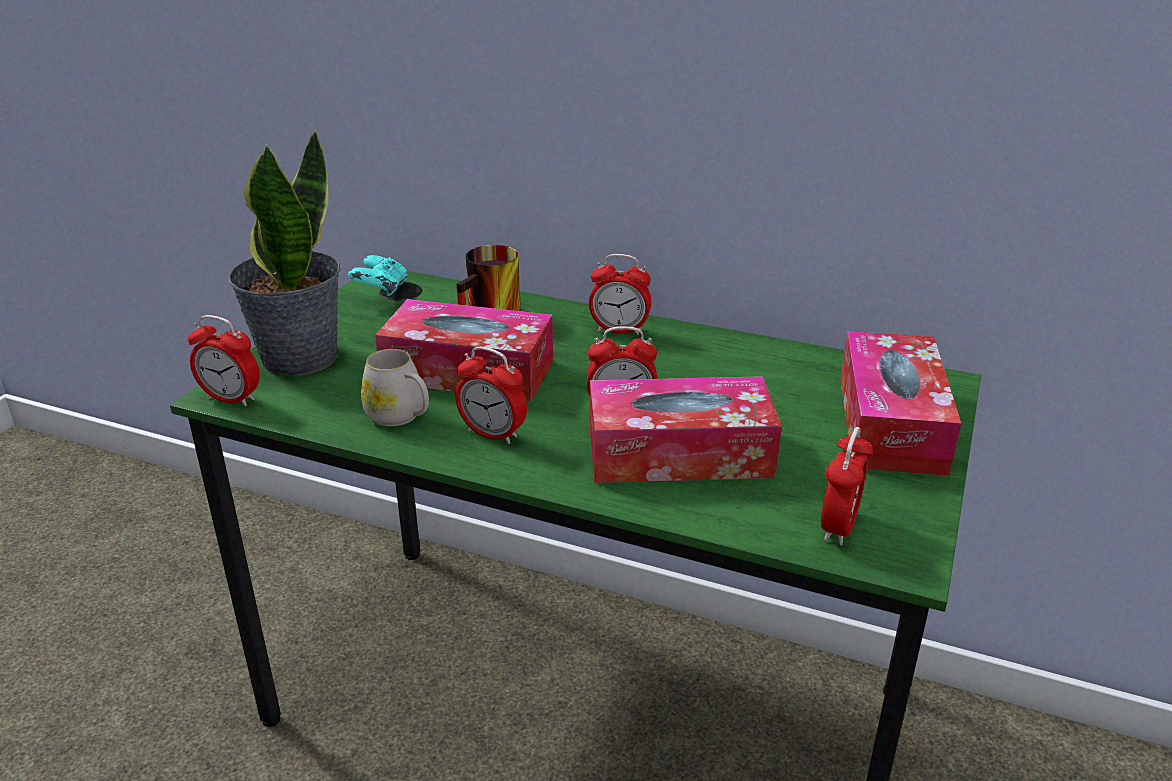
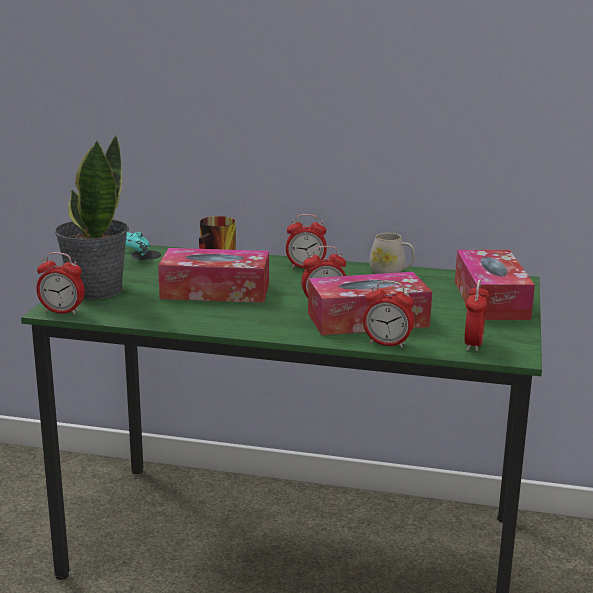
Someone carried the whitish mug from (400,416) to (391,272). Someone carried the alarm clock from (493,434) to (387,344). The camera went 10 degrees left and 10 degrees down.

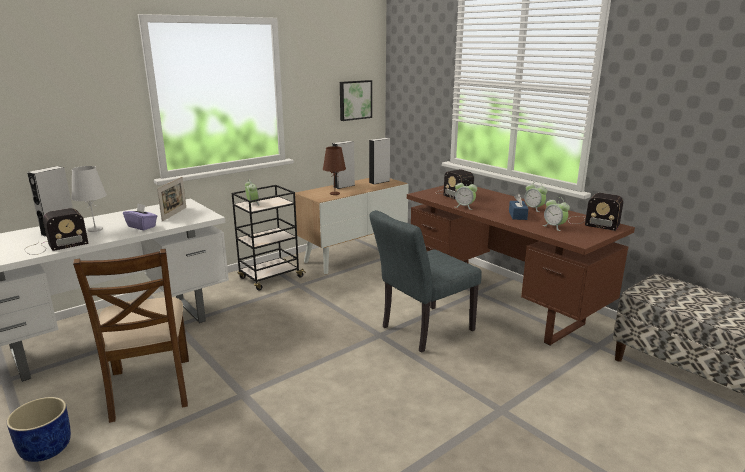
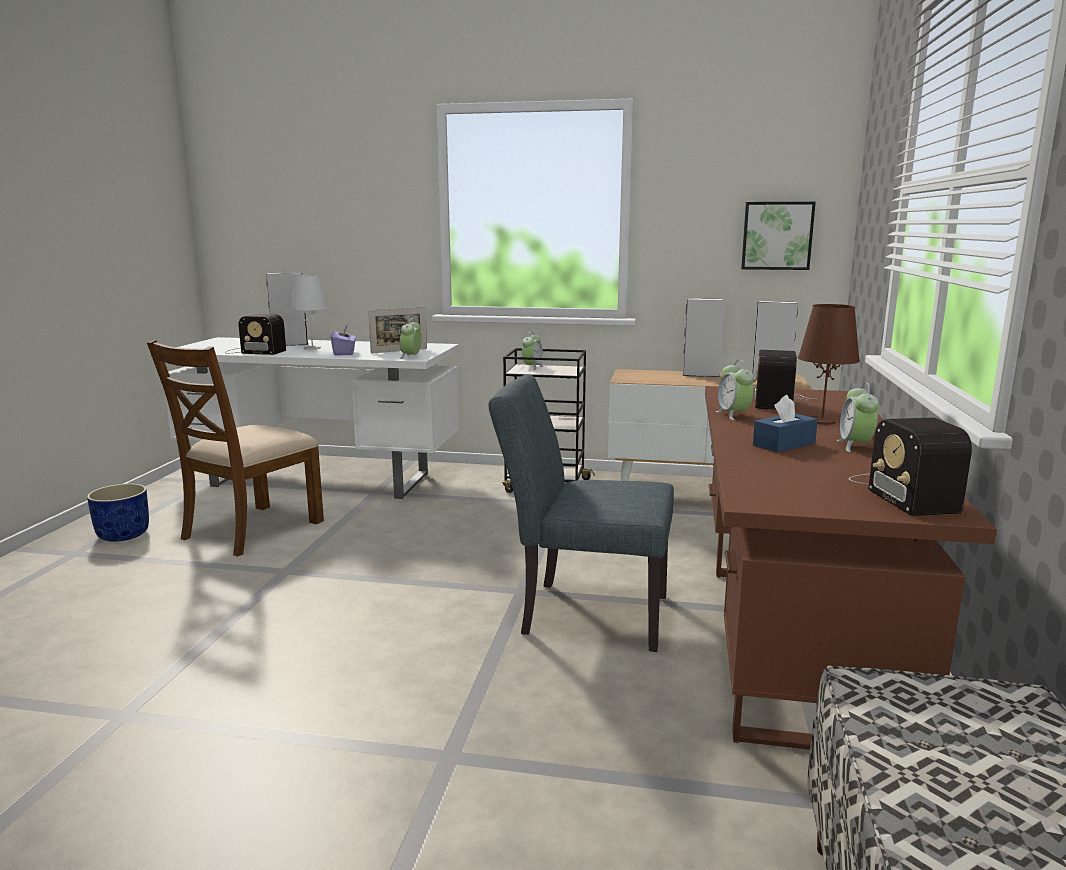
Someone carried the brownish table lamp from (334,193) to (821,421). Someone carried the alarm clock from (554,227) to (411,357). The camera went 50 degrees right and 5 degrees down.

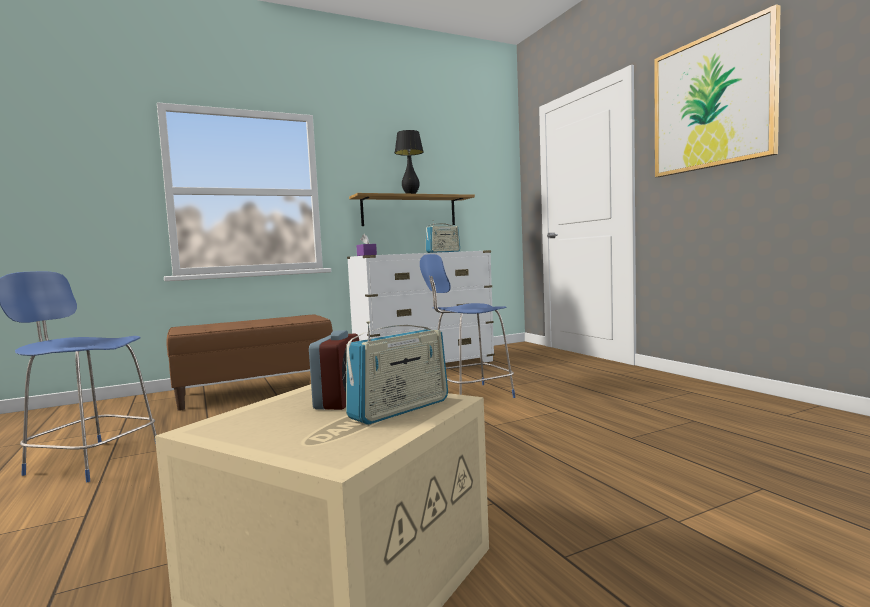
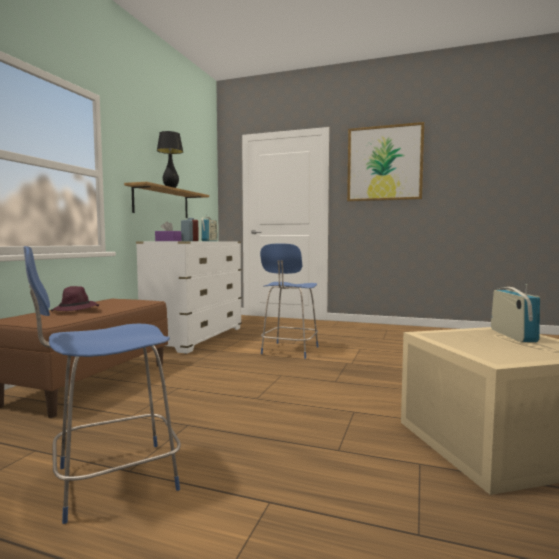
Someone carried the alarm clock from (338,401) to (189,241). Someone put down the purplish clothing hat at (75,310). The camera went 45 degrees left and 0 degrees up.

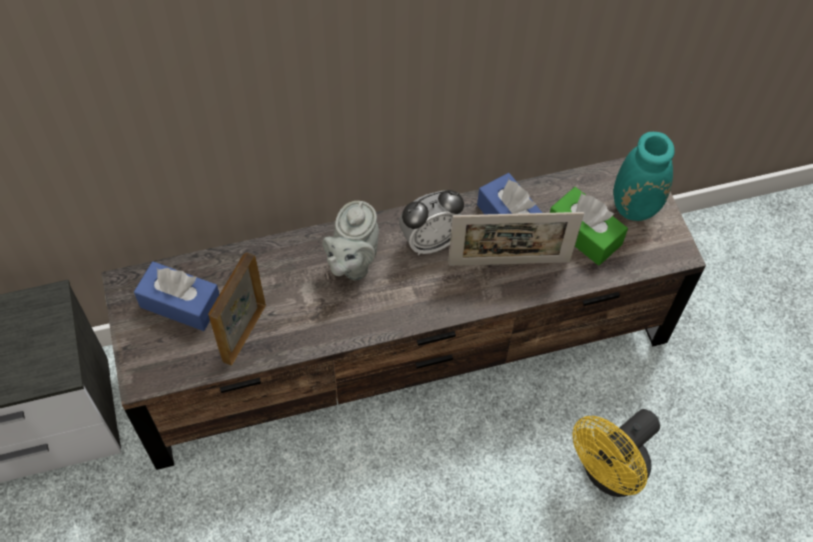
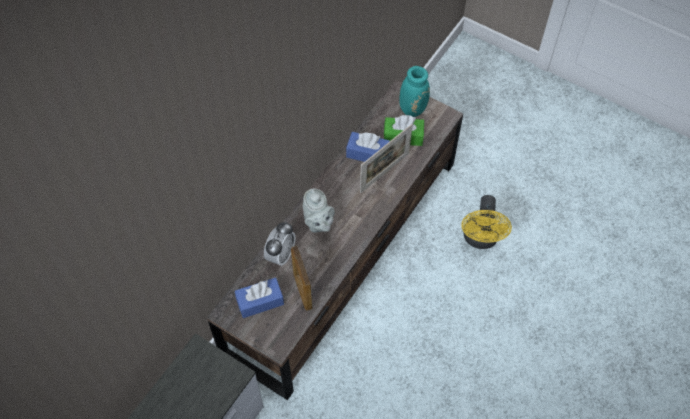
Someone carried the alarm clock from (430,241) to (281,255). The camera went 40 degrees left and 0 degrees up.

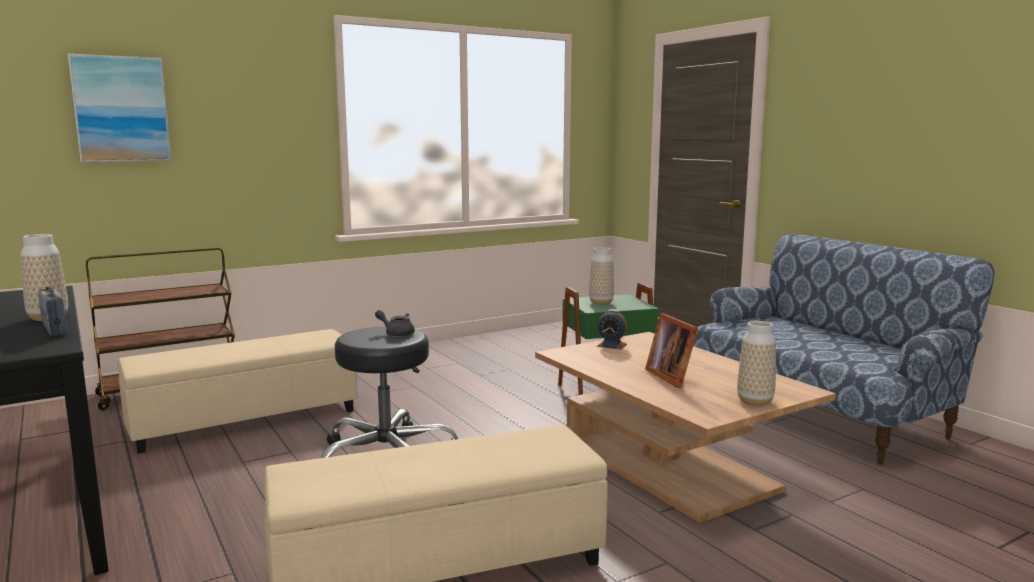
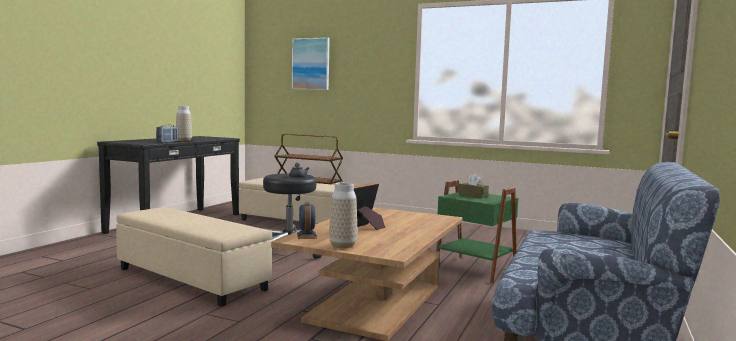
Someone swapped the vase at (601,303) for the brownish tissue holder at (473,195). Someone carried the alarm clock from (611,345) to (306,235). The camera went 55 degrees right and 5 degrees down.

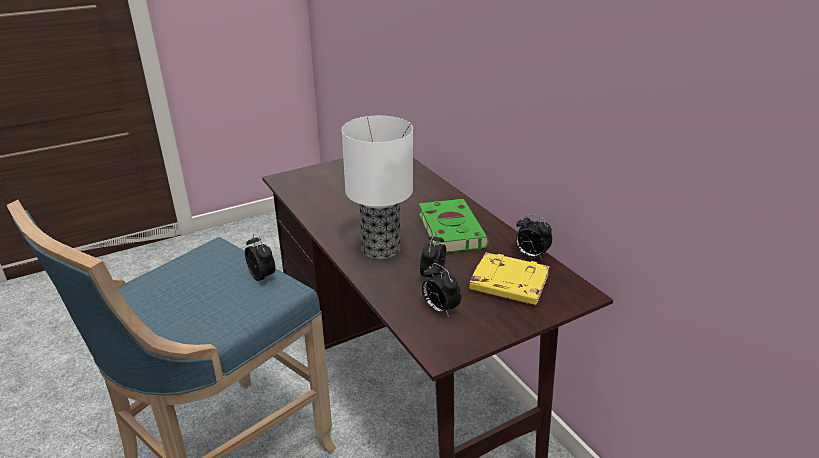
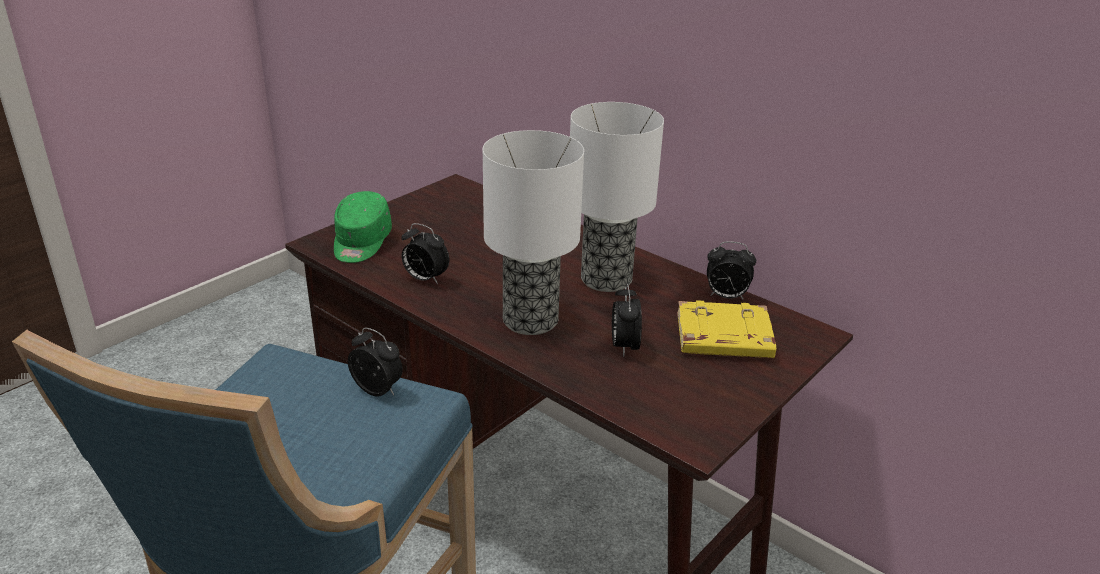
Someone swapped the green-coloured volume at (450,229) for the table lamp at (604,279). Someone carried the alarm clock from (439,309) to (425,279). Someone put down the green-coloured peaked cap at (361,242). The camera went 20 degrees left and 0 degrees up.

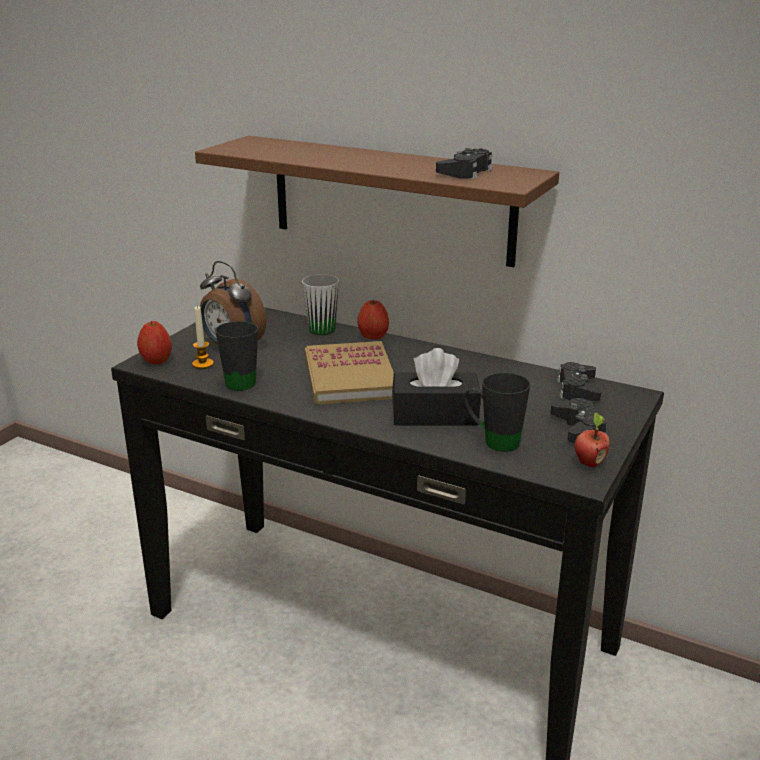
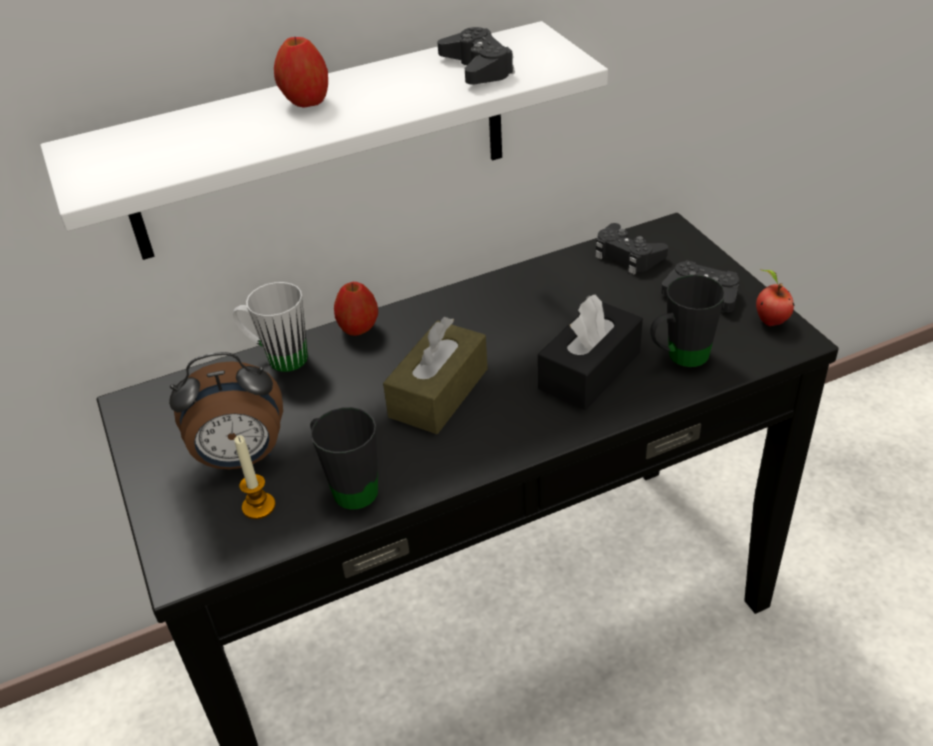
Someone carried the apple from (156,360) to (306,102). Someone repainted the brownish wall shelf at (391,199), which became the whitish wall shelf at (320,143). Someone swapped the volume at (349,377) for the brownish tissue holder at (439,393). The camera went 50 degrees left and 15 degrees up.

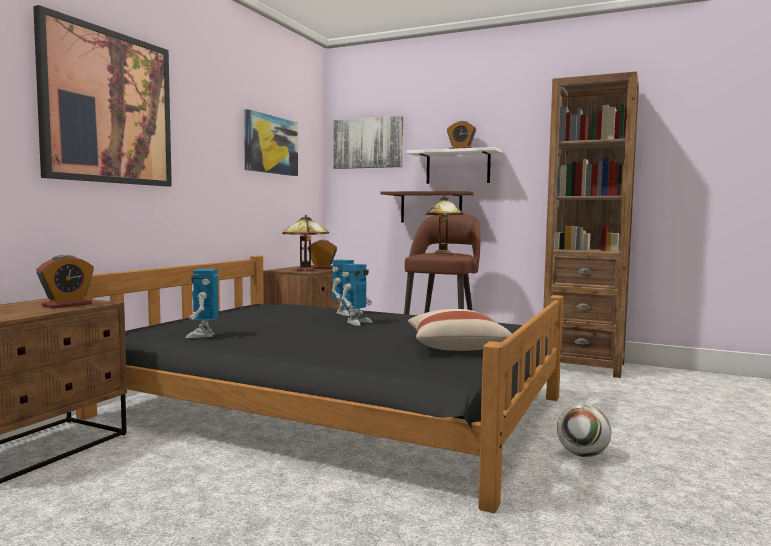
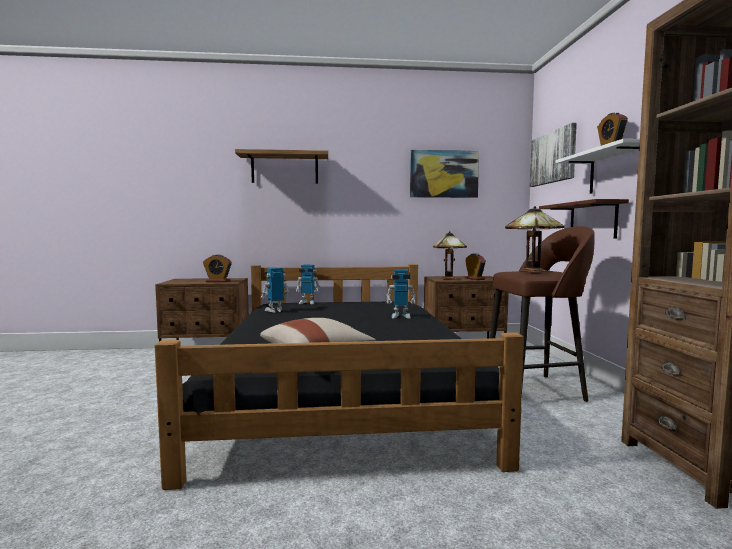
Someone swapped the wall picture at (108,107) for the wall shelf at (284,169). Someone carried the model robot from (356,322) to (307,302). Someone took away the ball for football at (582,455). The camera went 60 degrees right and 0 degrees up.

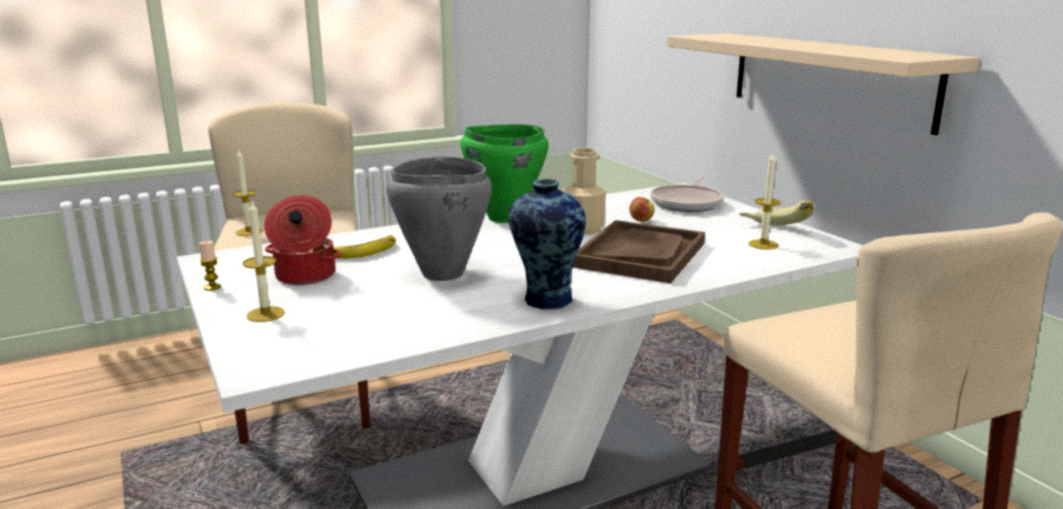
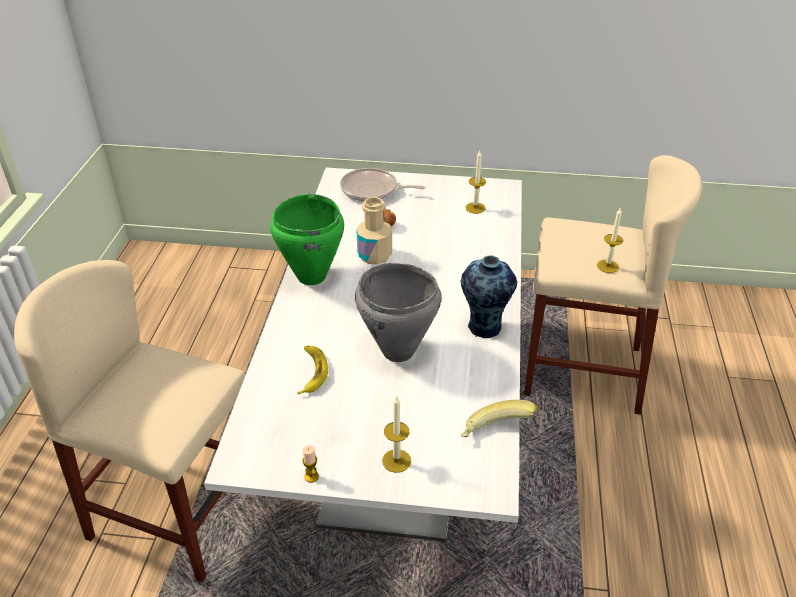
Someone carried the wax light from (249,232) to (607,266). Someone took away the cooking pot at (304,276). Someone took away the brownish serving tray at (640,254). Someone rotated the pan at (687,203) by 135 degrees clockwise. Someone took away the beige wall shelf at (828,78). Someone carried the whole banana from (773,230) to (496,434). The camera went 55 degrees left and 20 degrees up.

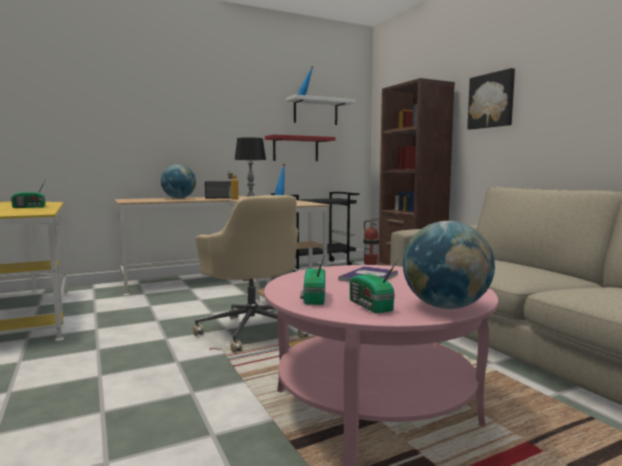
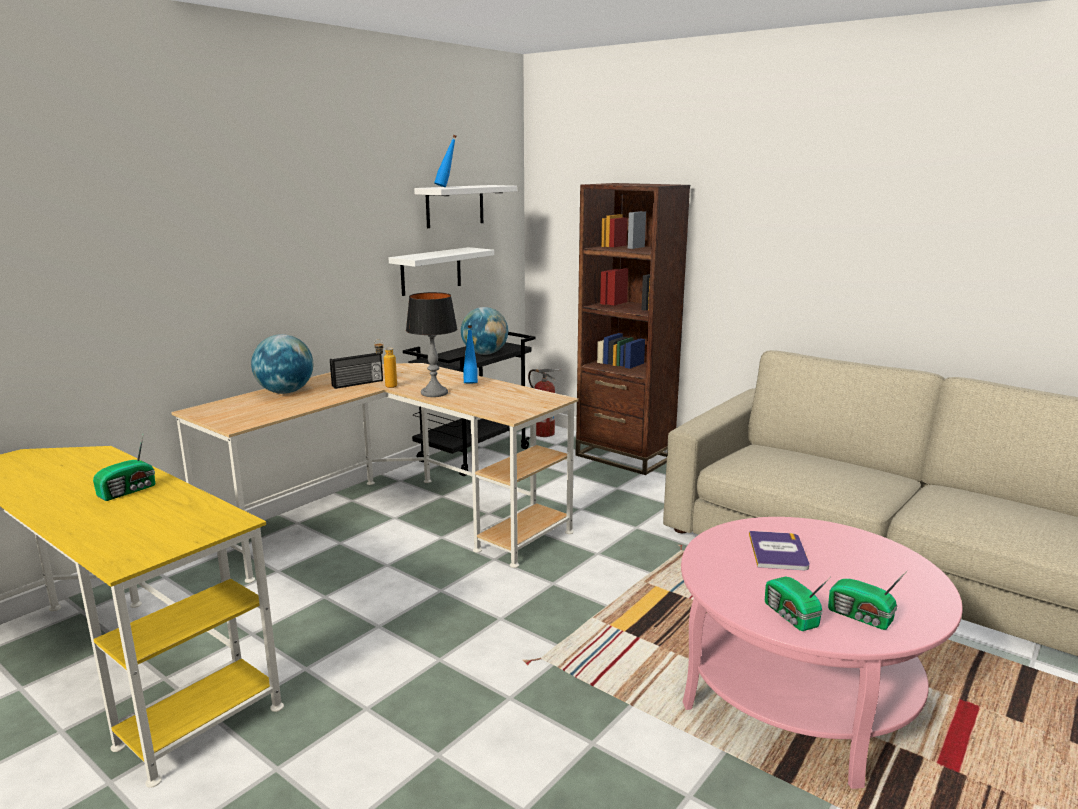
Someone took away the beige desk chair at (252,330). Someone repainted the red-coloured wall shelf at (295,149), which became the whitish wall shelf at (431,271). Someone carried the world globe from (445,307) to (485,354). Someone took away the wall picture at (491,100). The camera went 25 degrees left and 10 degrees up.

